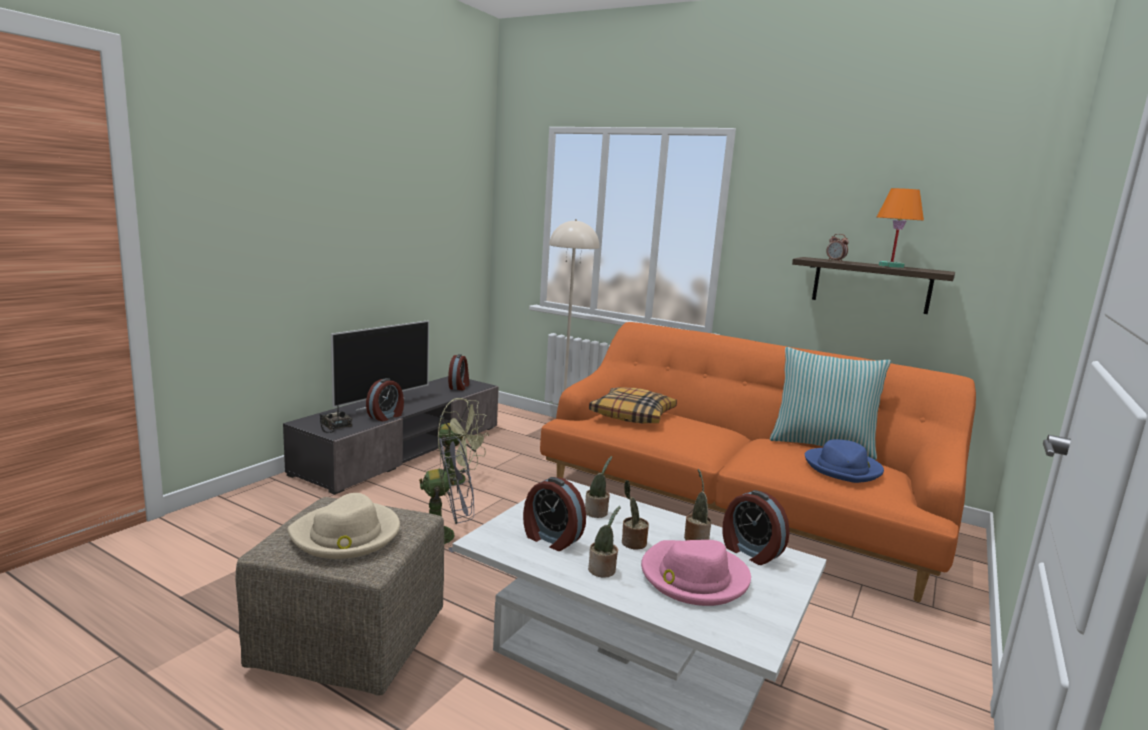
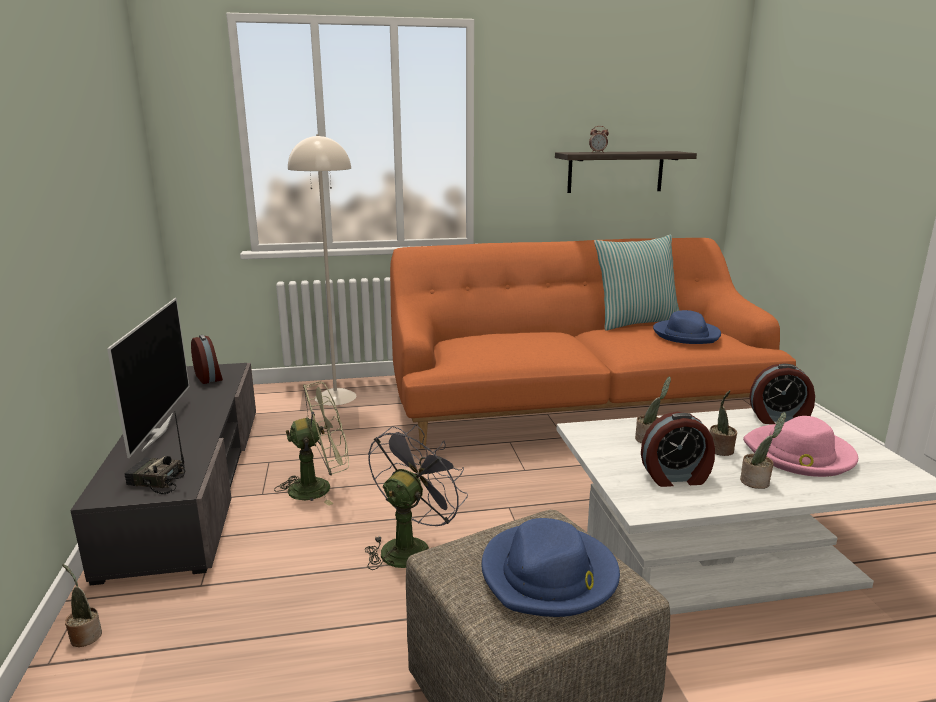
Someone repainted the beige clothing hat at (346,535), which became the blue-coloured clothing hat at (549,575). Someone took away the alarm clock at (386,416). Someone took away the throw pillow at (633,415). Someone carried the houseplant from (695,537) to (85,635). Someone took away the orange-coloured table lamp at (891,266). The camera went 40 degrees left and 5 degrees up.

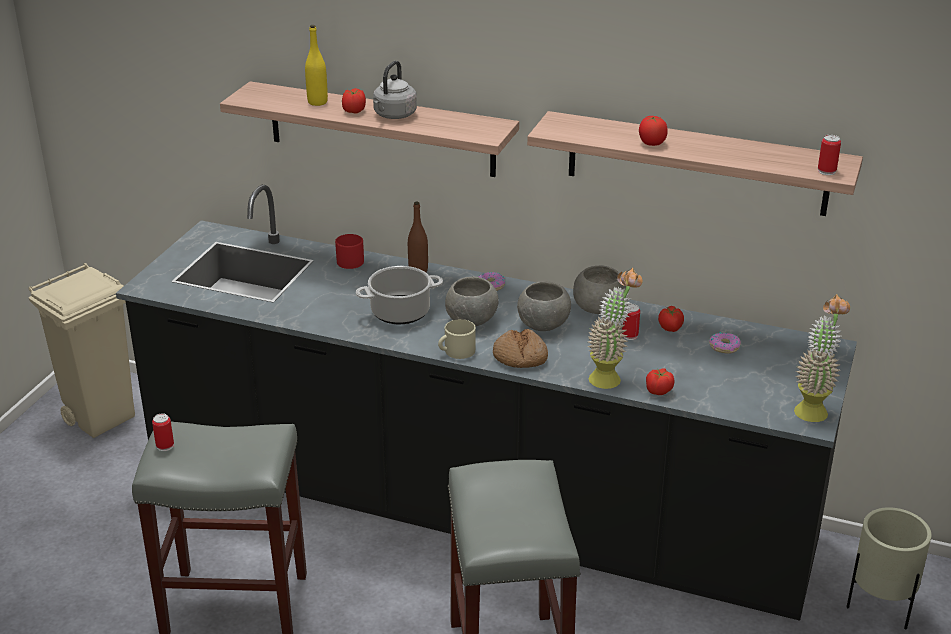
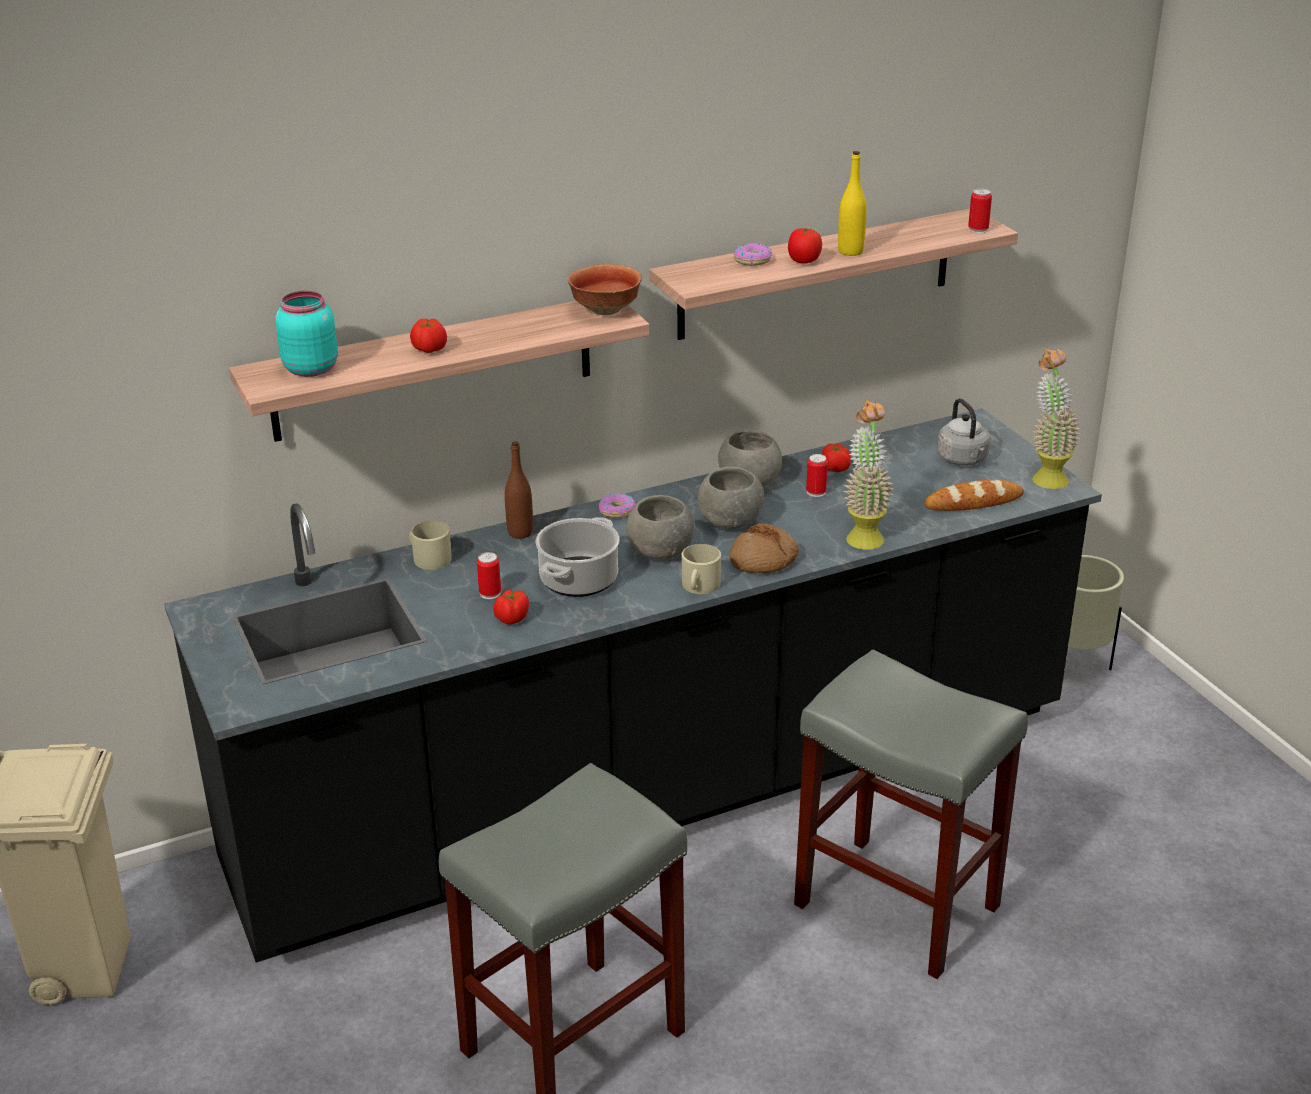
Someone carried the can from (165,446) to (490,593). Someone carried the yellow drink bottle from (317,102) to (850,251). Someone repainted the red-coloured mug at (350,260), which became the beige mug at (428,558). Someone carried the grey tea kettle from (394,115) to (963,460). Someone carried the tomato from (658,391) to (511,619). Someone carried the ring doughnut from (724,347) to (752,260). Someone put down the turquoise-coloured jar at (310,368). Someone put down the serving bowl at (604,310). Someone put down the bread at (973,502). The camera went 45 degrees left and 0 degrees up.

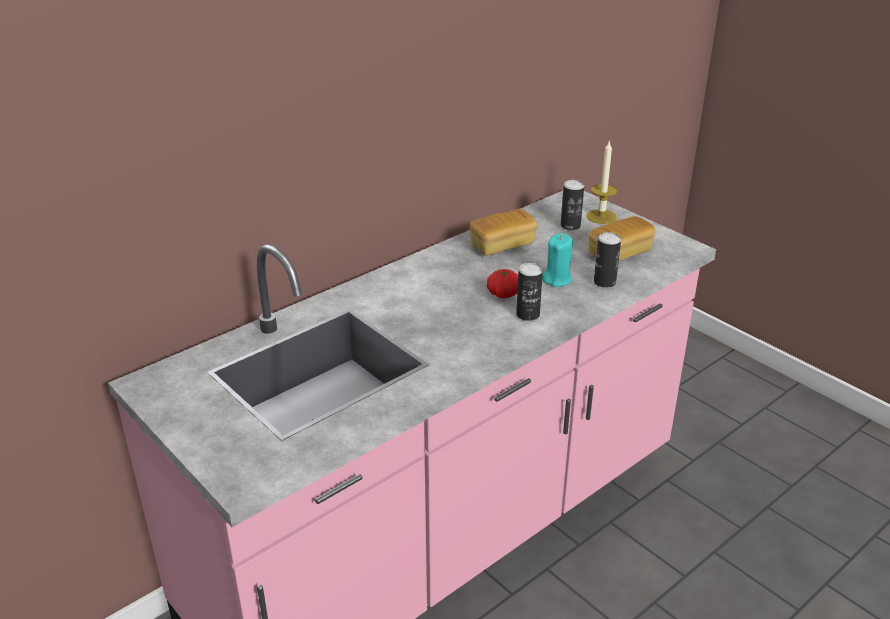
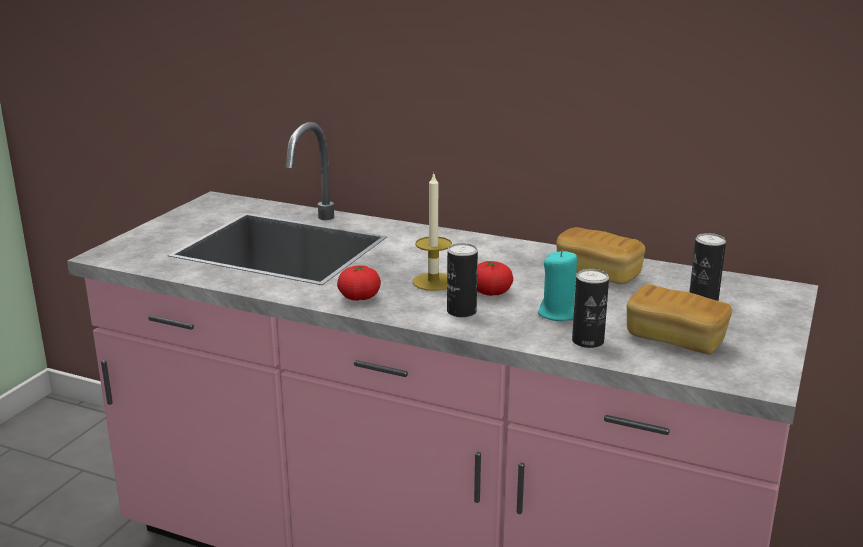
Someone carried the wax light from (601,216) to (433,282). Someone put down the tomato at (359,297). The camera went 65 degrees right and 10 degrees down.

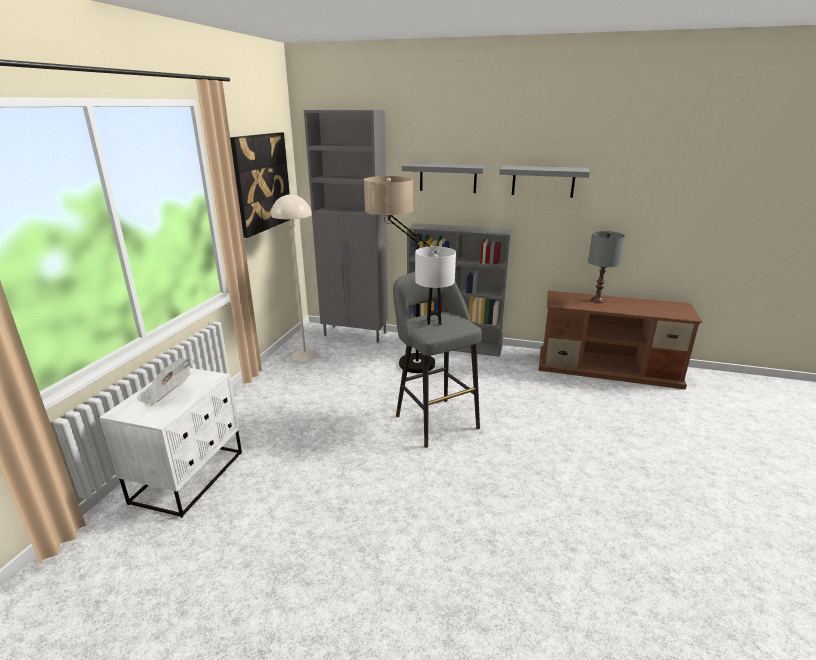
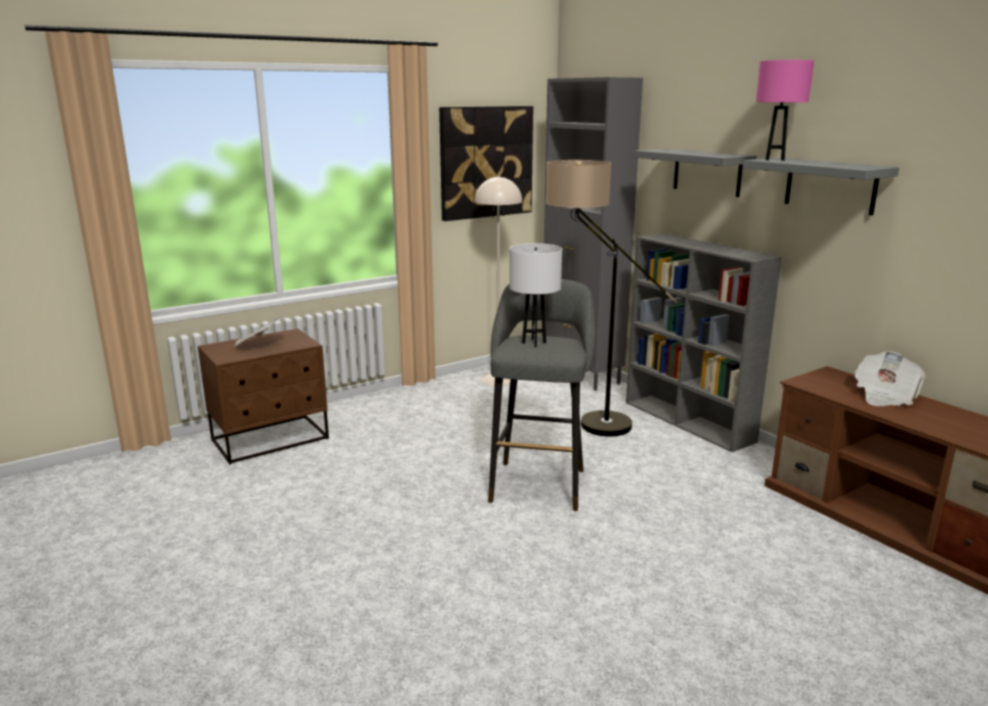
Someone repainted the whitish nightstand at (189,477), which became the brownish nightstand at (271,440). Someone swapped the grey table lamp at (597,300) for the daily paper at (884,396). Someone put down the pink table lamp at (774,159). The camera went 40 degrees right and 5 degrees down.

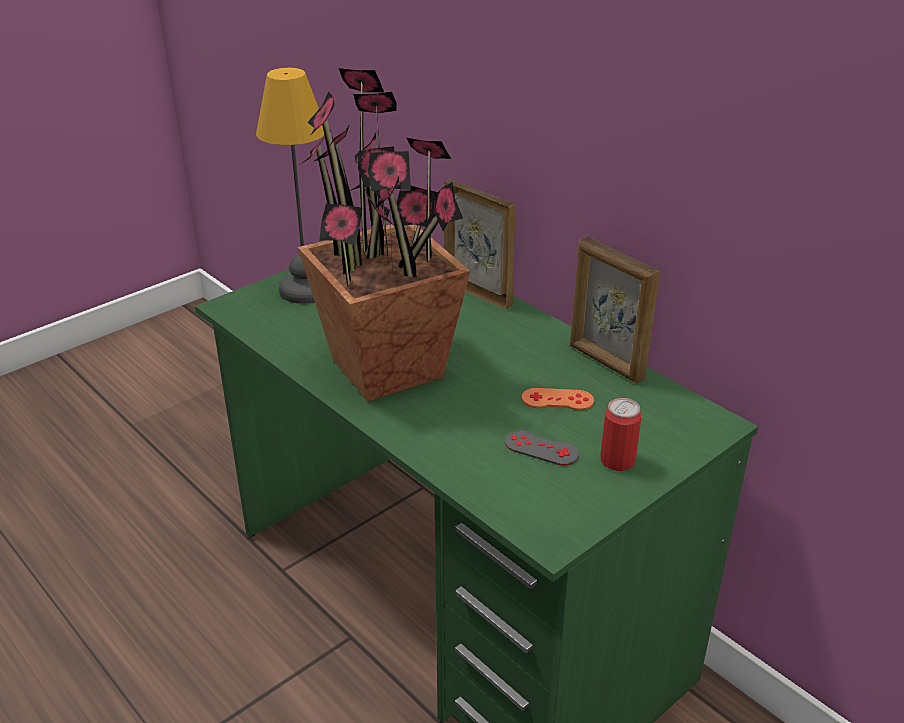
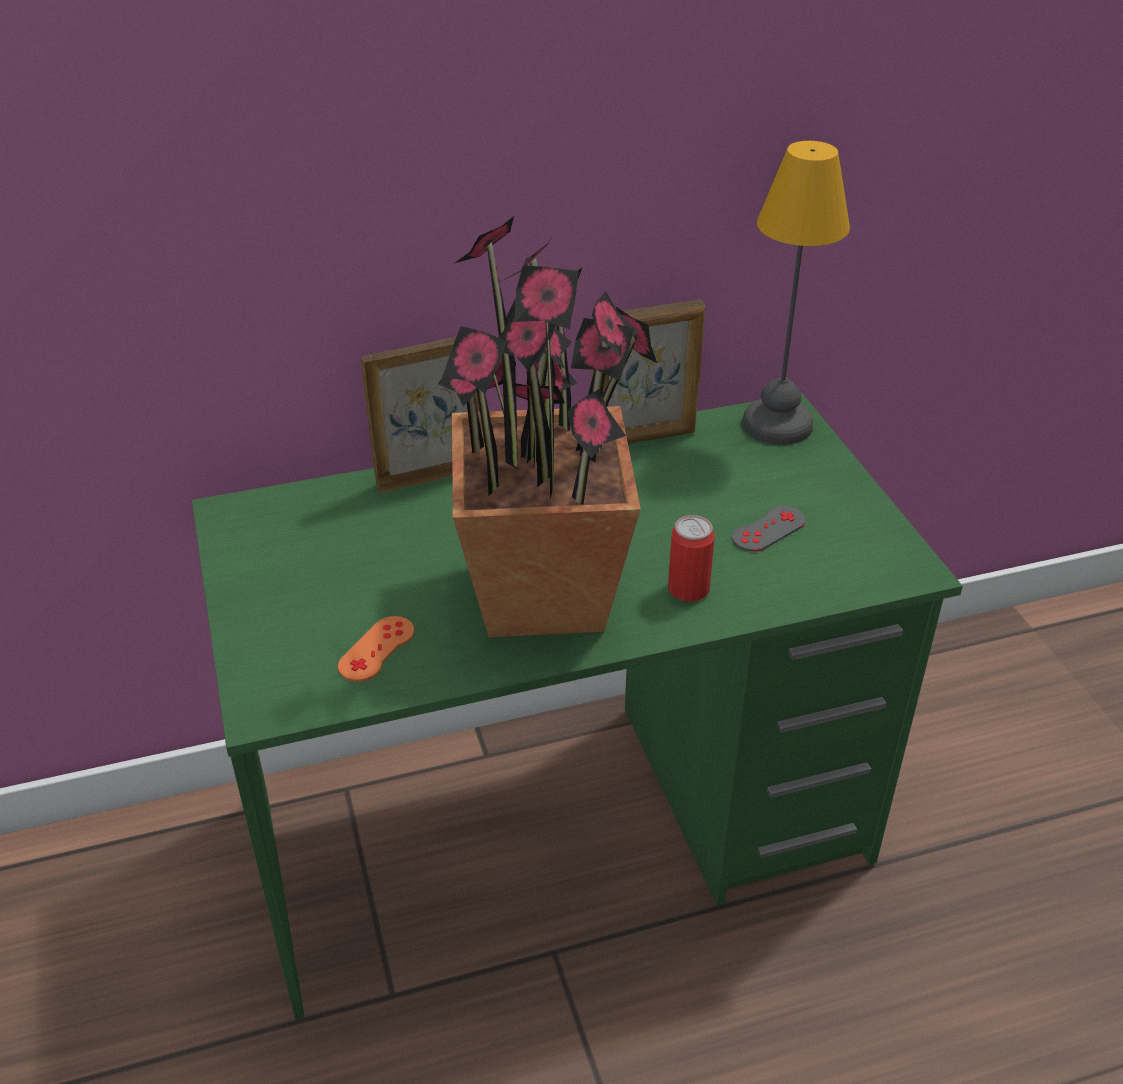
Someone carried the table lamp from (304,289) to (775,425). Someone carried the orange-coloured gamepad from (557,400) to (376,649). Someone carried the can from (617,460) to (688,589). The camera went 65 degrees left and 5 degrees up.

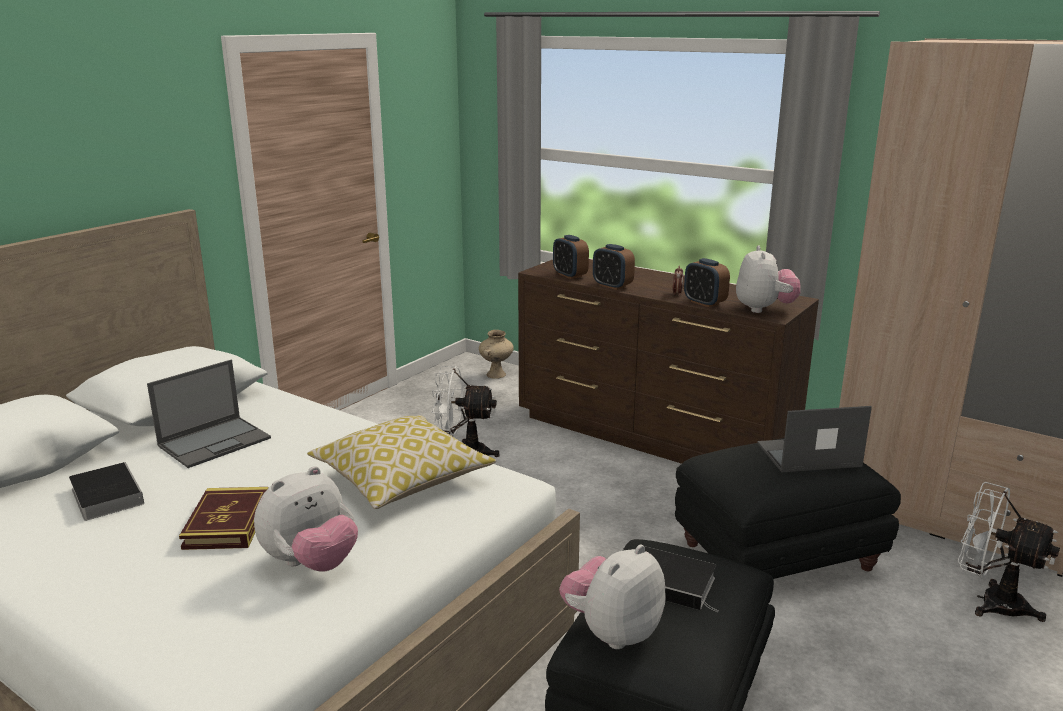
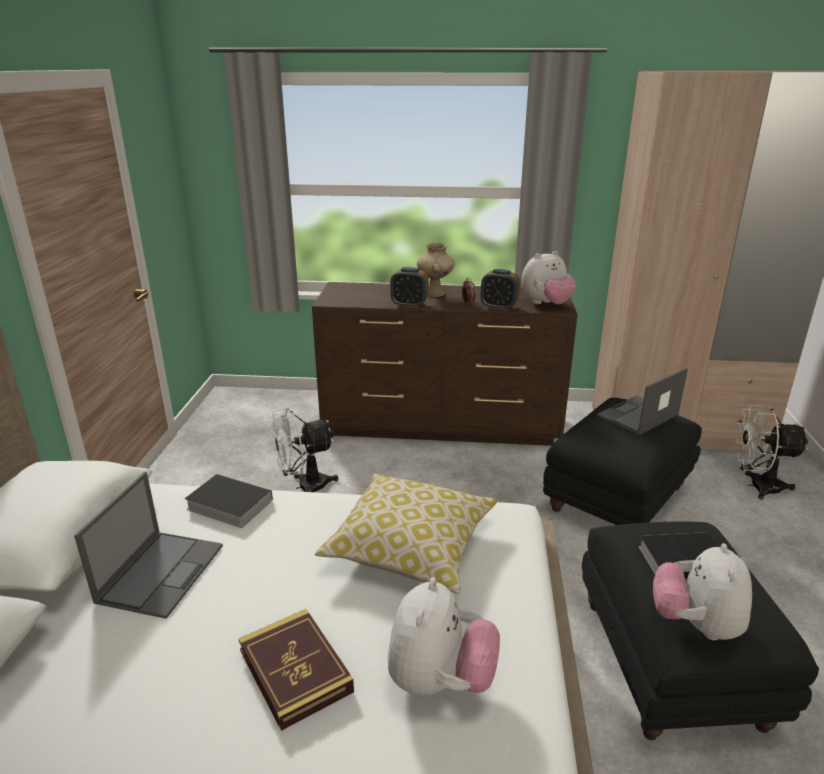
Someone carried the volume from (106,495) to (227,504). Someone carried the beige vase from (496,375) to (435,294). Someone took away the alarm clock at (570,275). Someone rotated the soft toy at (764,309) by 90 degrees clockwise. The camera went 30 degrees left and 5 degrees up.

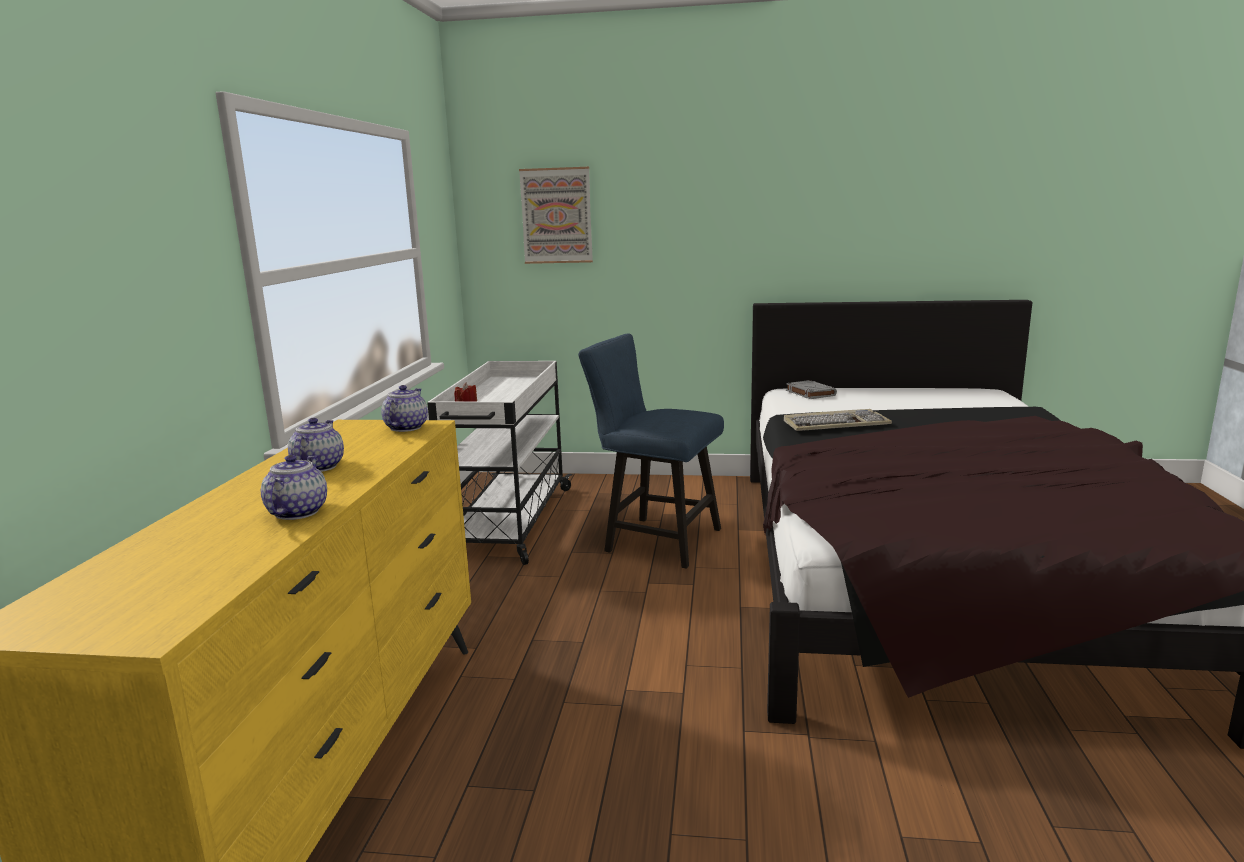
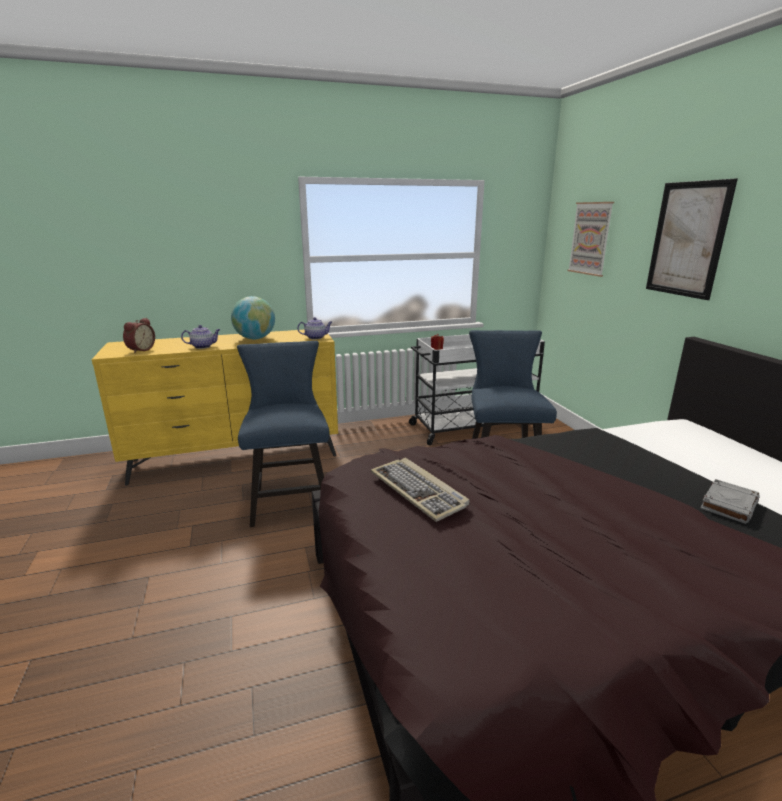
Someone swapped the pot for tea at (318,467) for the world globe at (255,338). Someone carried the keyboard from (835,424) to (419,491). Someone carried the grey volume from (809,393) to (728,504). Someone put down the alarm clock at (140,350). Someone put down the blue-coloured plain chair at (290,499). Someone put up the wall picture at (687,239). The camera went 65 degrees right and 5 degrees up.

